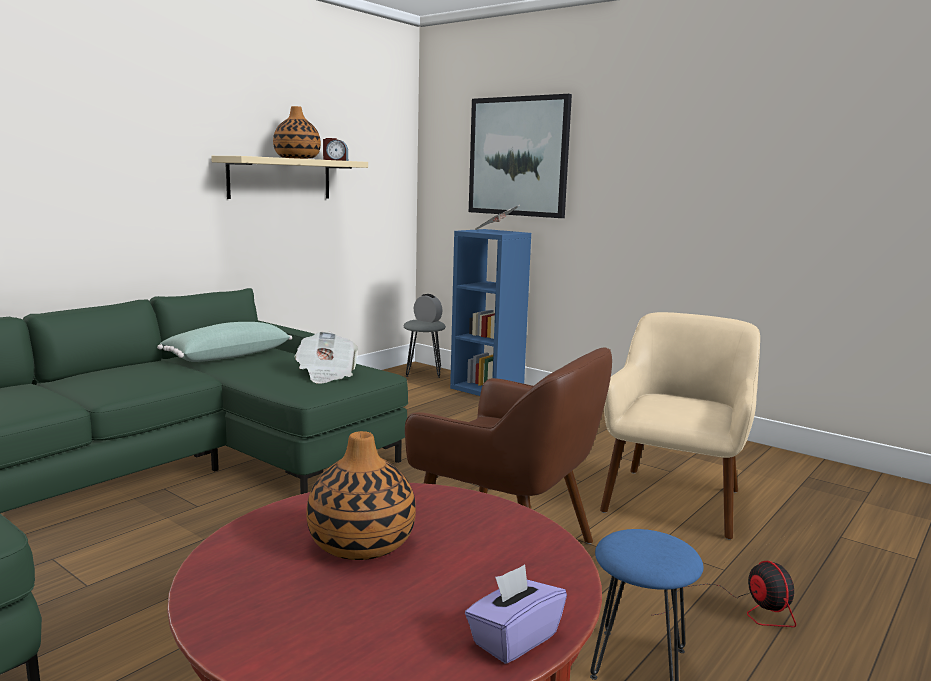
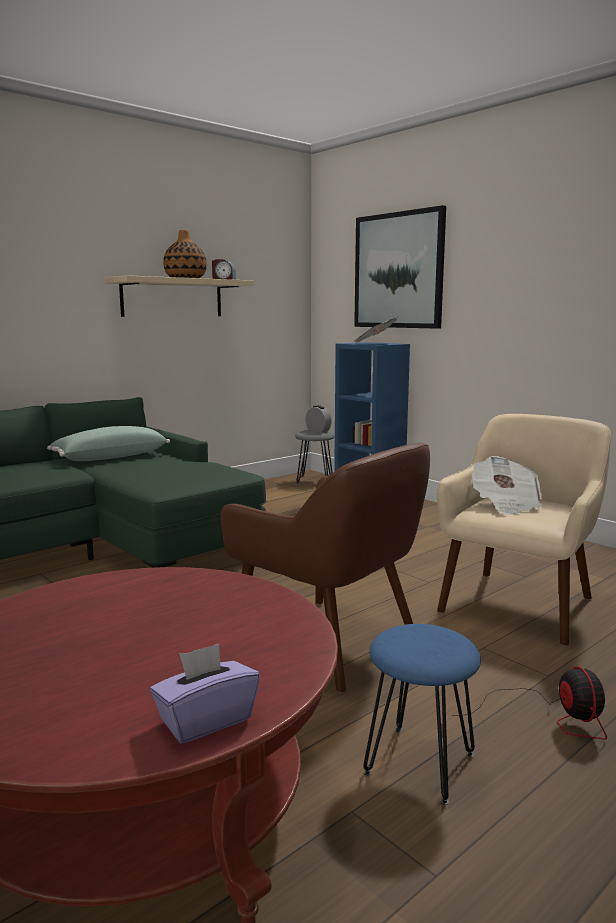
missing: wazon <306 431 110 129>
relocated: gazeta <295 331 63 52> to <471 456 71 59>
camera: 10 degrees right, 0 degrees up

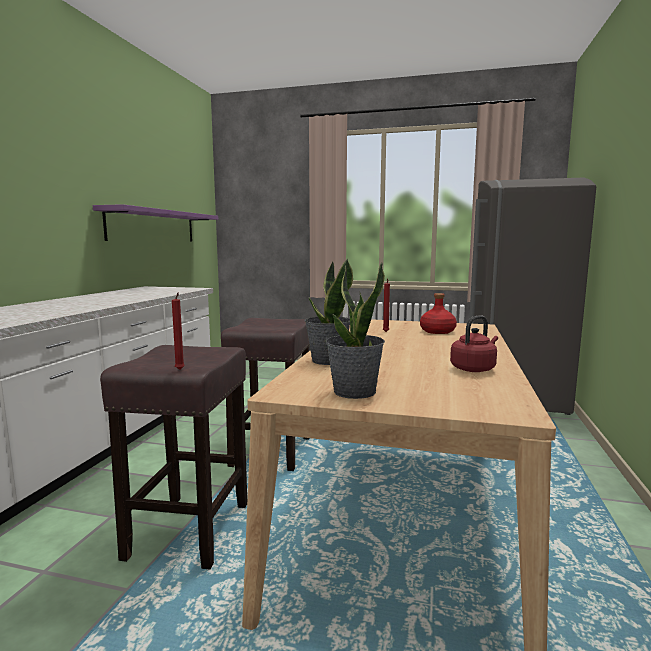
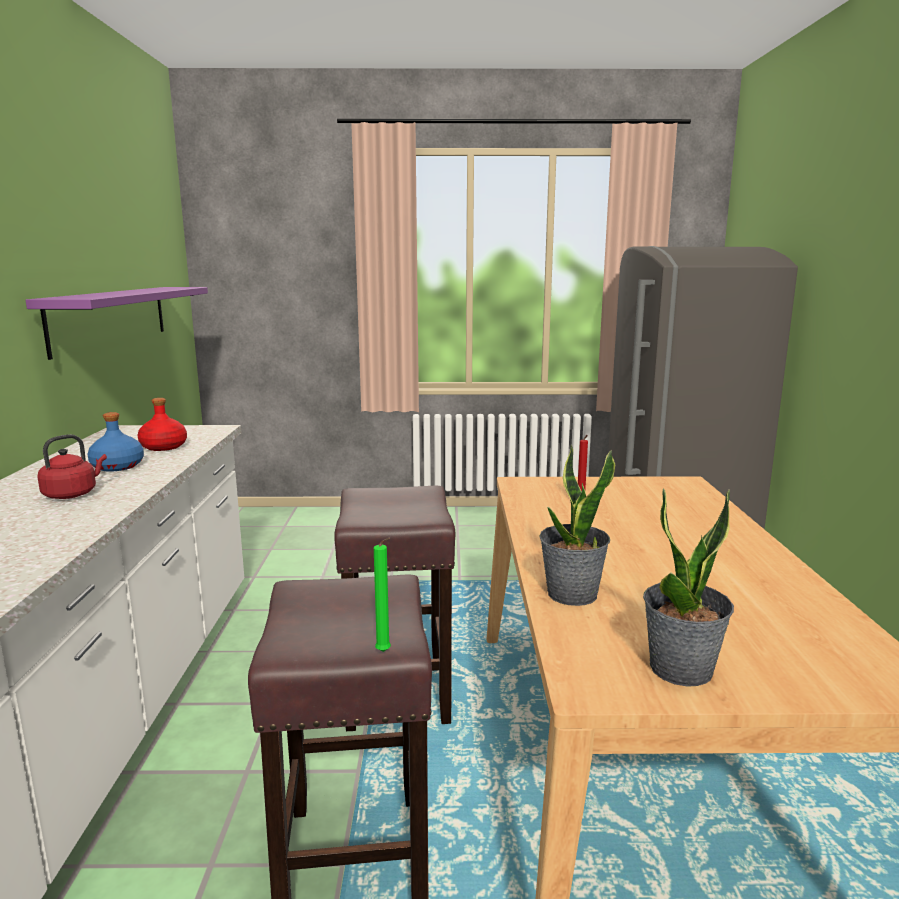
appeared: butelka [niebieski] <87 412 57 60>
relocated: butelka [czerwony] <420 293 37 41> to <137 398 50 53>; czajnik [czerwony] <450 316 48 56> to <37 434 70 65>
colour: świeca [czerwony] <172 293 13 77> to świeca [zielony] <374 538 17 114>
camera: 15 degrees left, 5 degrees up

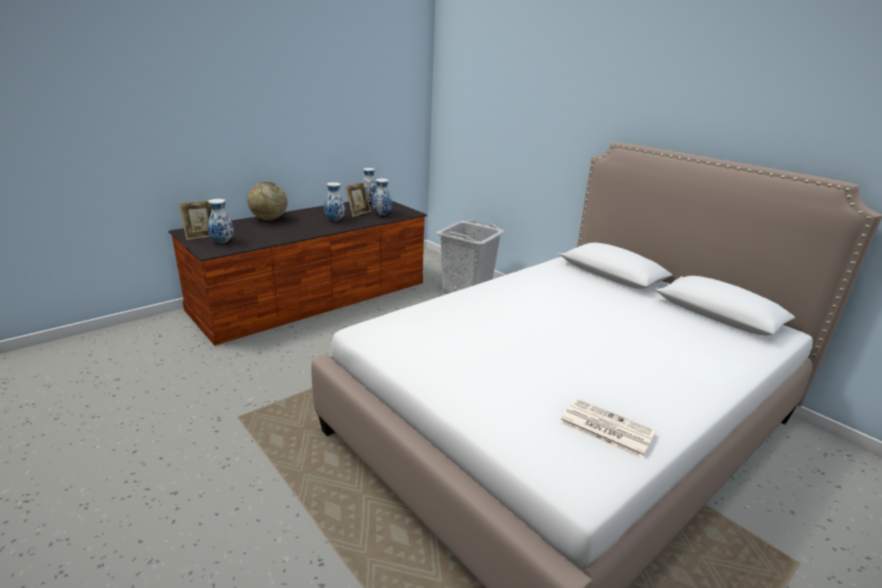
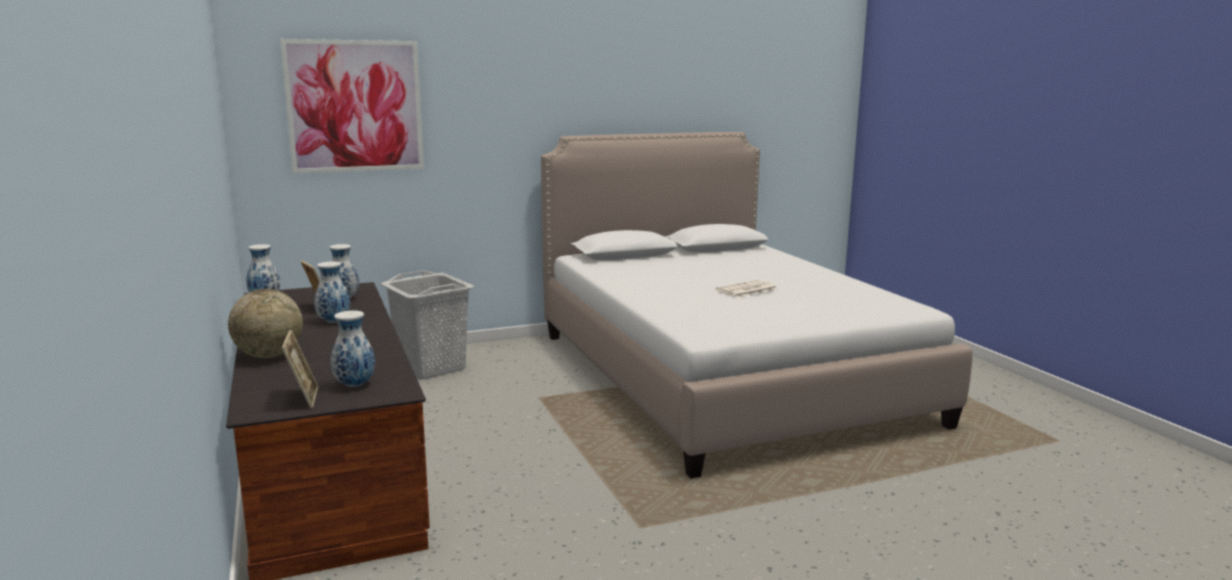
appeared: obraz <280 39 144 135>
relocated: gazeta <559 399 97 60> to <716 280 61 18>
camera: 70 degrees left, 10 degrees down

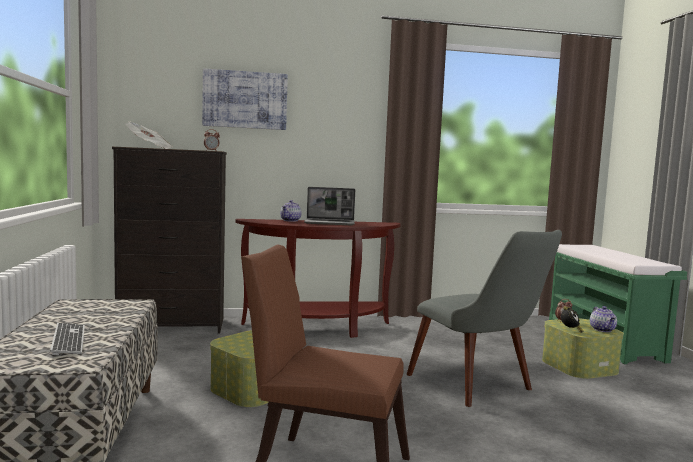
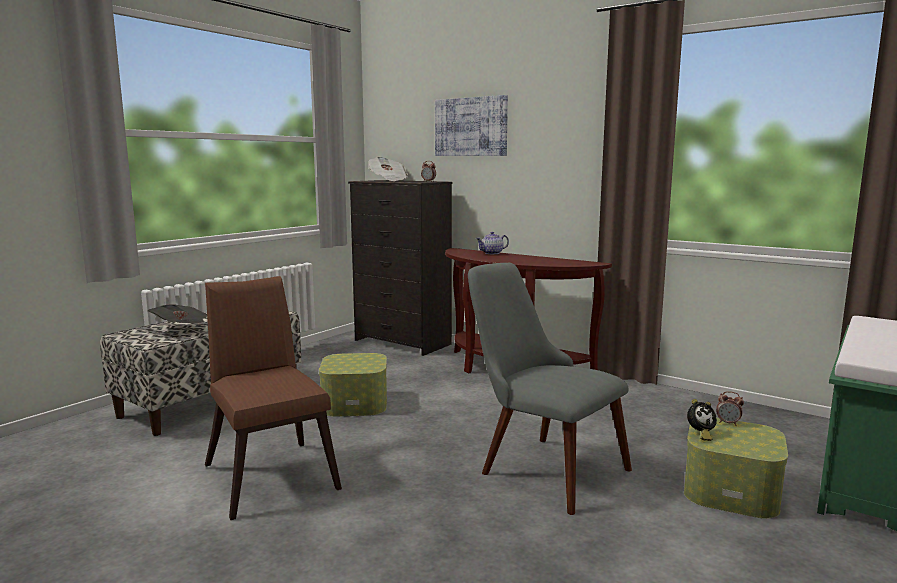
missing: laptop <304 187 51 38>; imbryk <590 306 27 26>
exchanged: klawiatura <50 323 35 32> to gazeta <148 304 59 19>
spun: krzesło [szary] <407 230 155 177> = <468 263 164 252> 120 degrees clockwise
camera: 45 degrees right, 5 degrees up

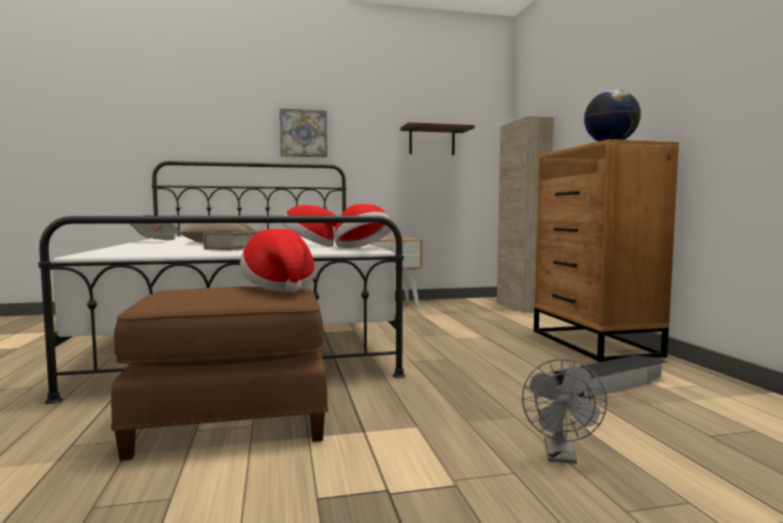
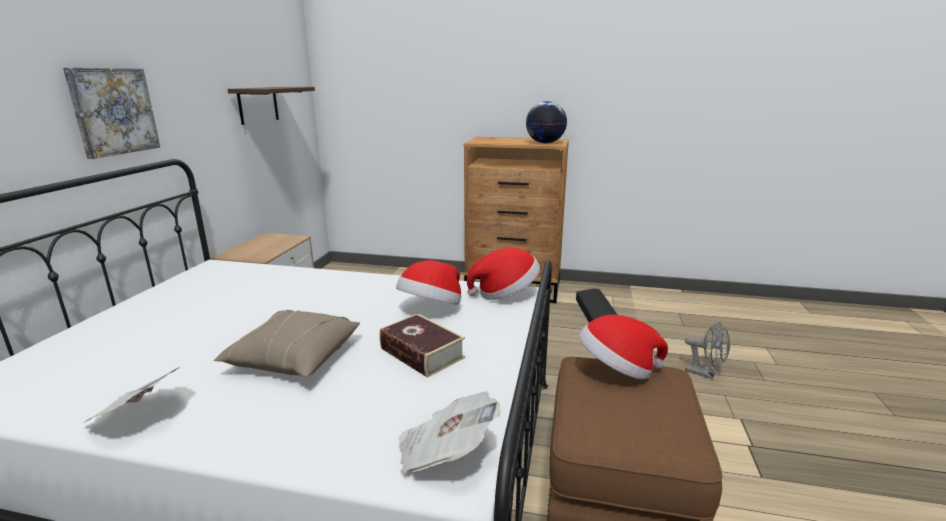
missing: szafka [beżowy] <497 116 57 197>
appeared: gazeta <399 391 102 83>
camera: 65 degrees left, 15 degrees up

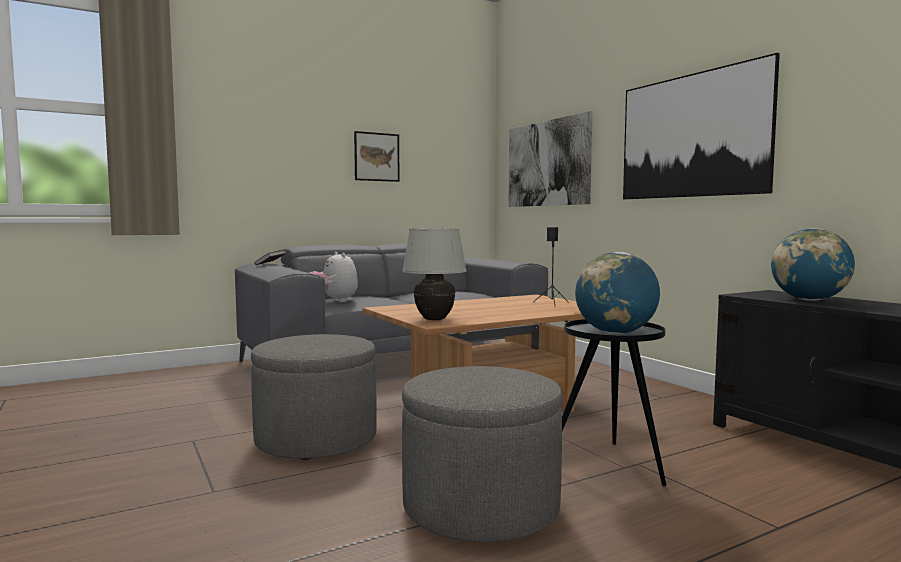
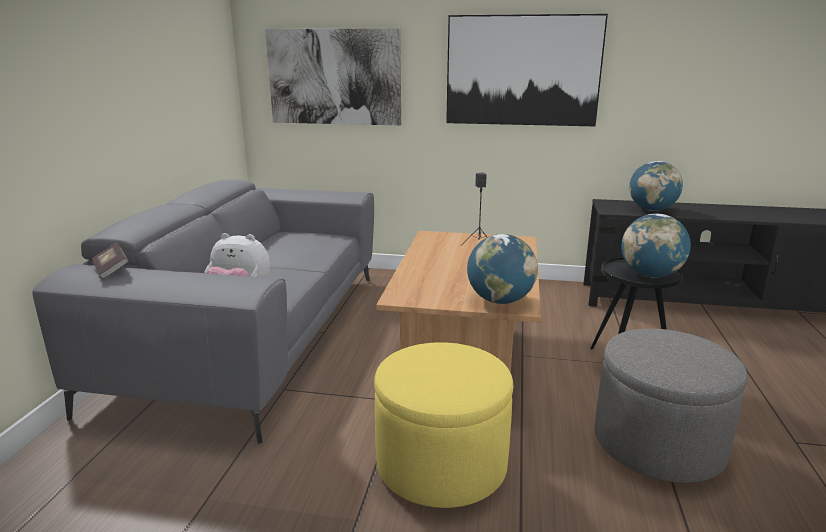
missing: obraz <354 131 46 51>
exchanged: lampa stołowa [biały] <402 228 65 92> to globus <467 234 71 70>
colour: pufa [szary] <251 334 126 126> to pufa [żółty] <374 342 140 166>
camera: 50 degrees left, 15 degrees up

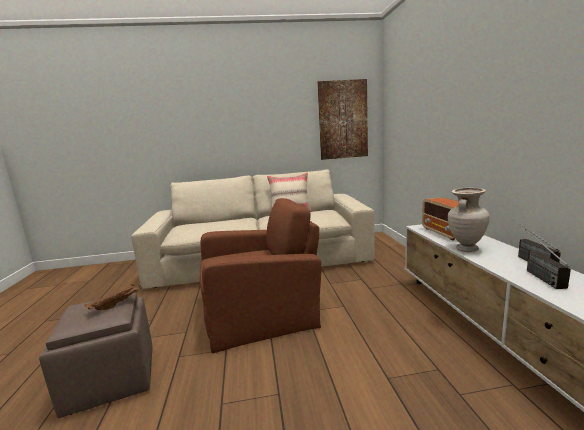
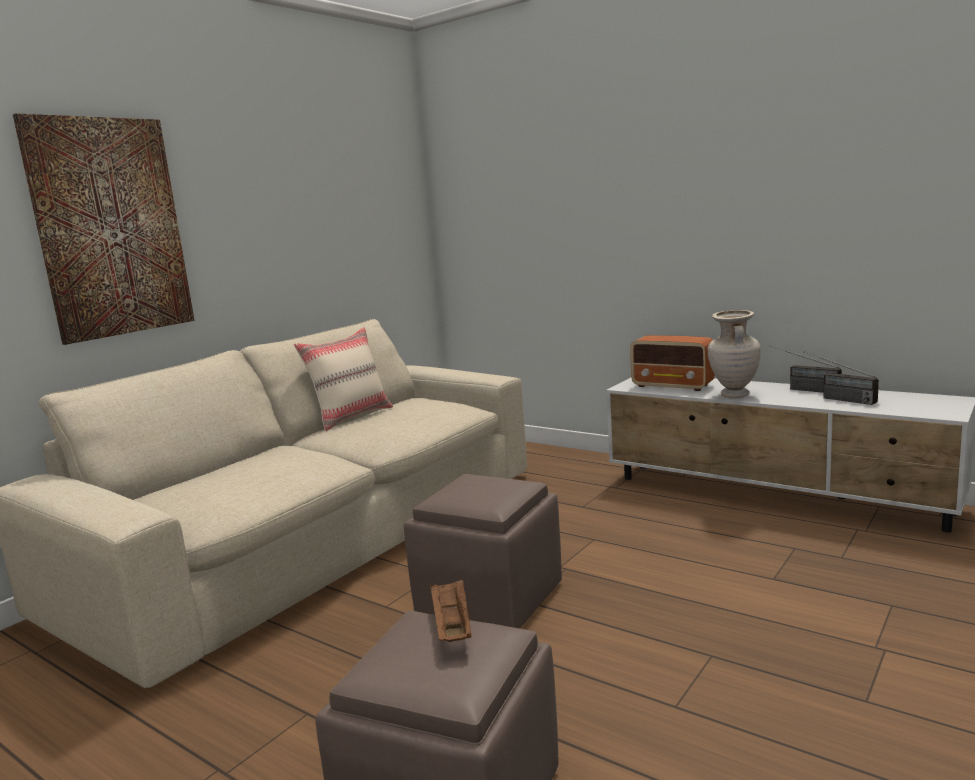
relocated: obraz <317 79 51 81> to <13 113 182 232>
exchanged: fotel [brązowy] <200 198 121 155> to pufa [brązowy] <404 474 158 154>
camera: 45 degrees left, 0 degrees up

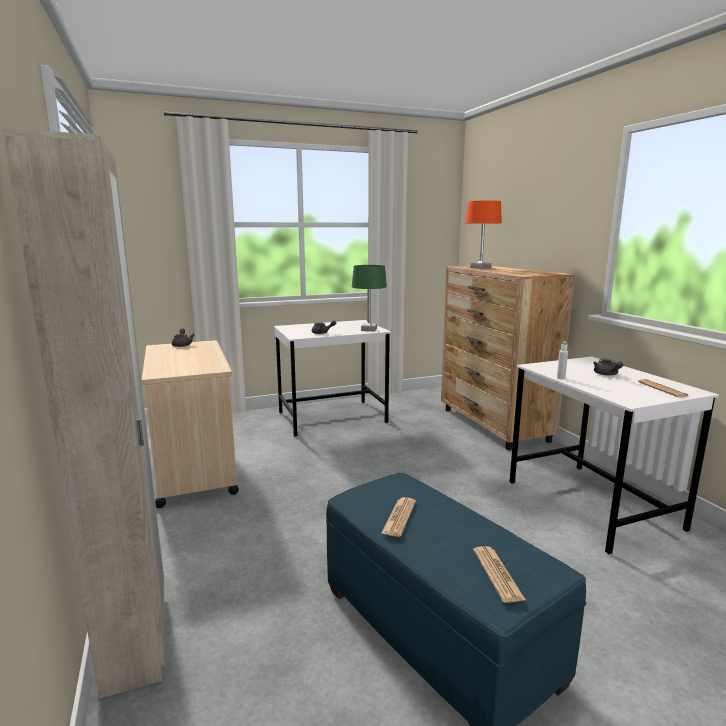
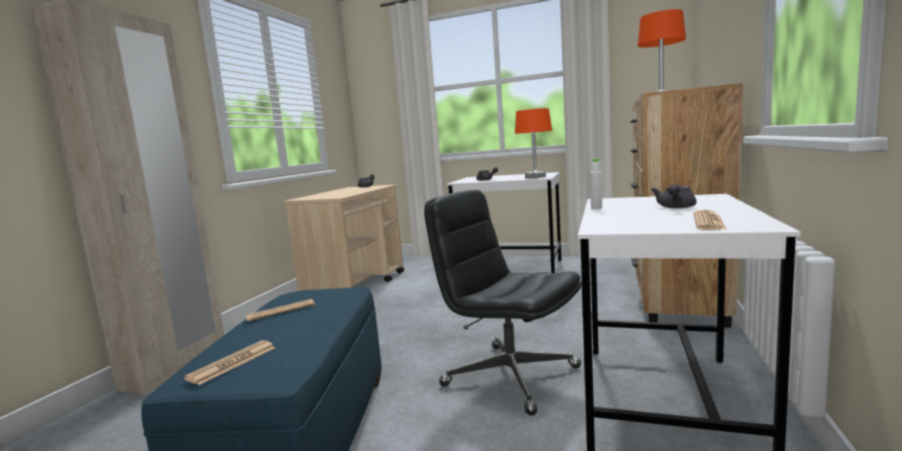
appeared: krzesło biurowe [czarny] <424 190 158 226>
colour: lampa stołowa [zielony] <352 265 35 66> to lampa stołowa [pomarańczowy] <515 108 37 70>
camera: 40 degrees right, 5 degrees down

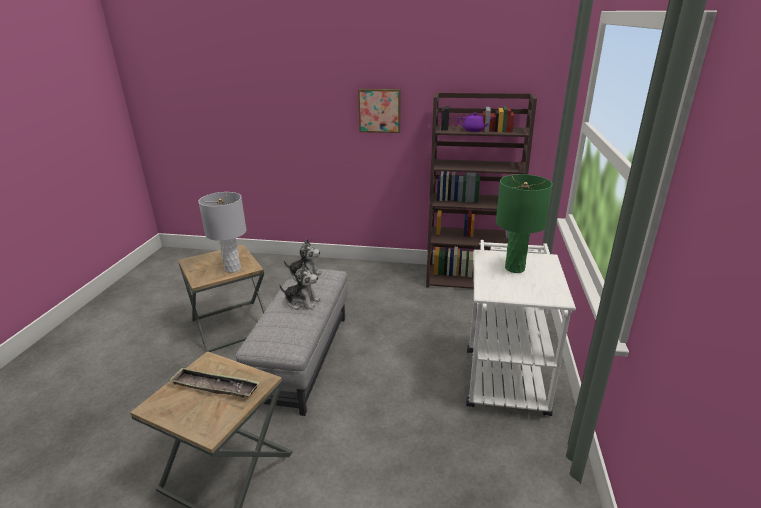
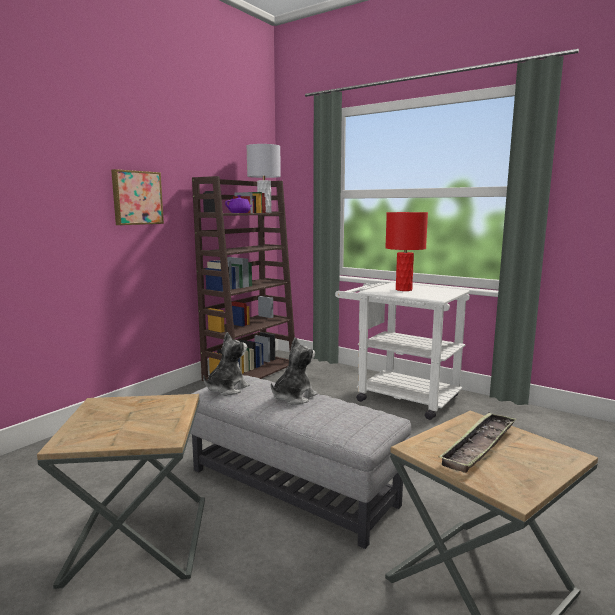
relocated: lampa stołowa [szary] <198 192 49 81> to <247 144 34 69>
colour: lampa stołowa [zielony] <496 174 57 99> to lampa stołowa [czerwony] <385 212 43 79>
camera: 65 degrees left, 15 degrees down

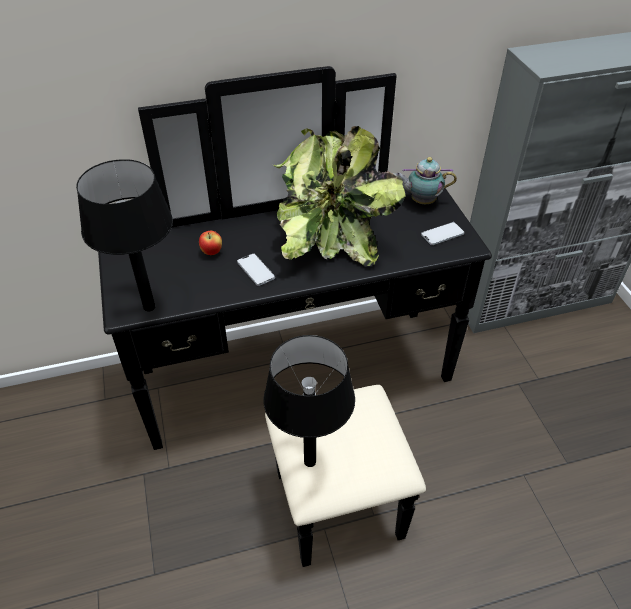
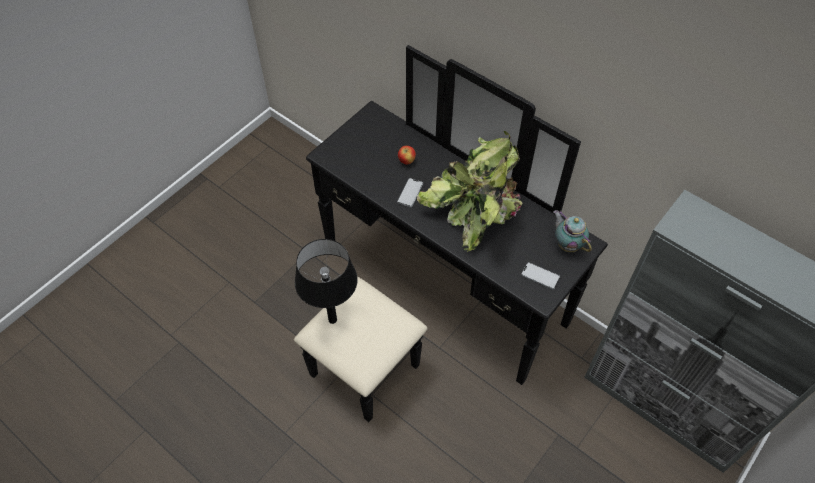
missing: lampa stołowa [czarny] <76 159 97 153>
camera: 55 degrees right, 10 degrees up

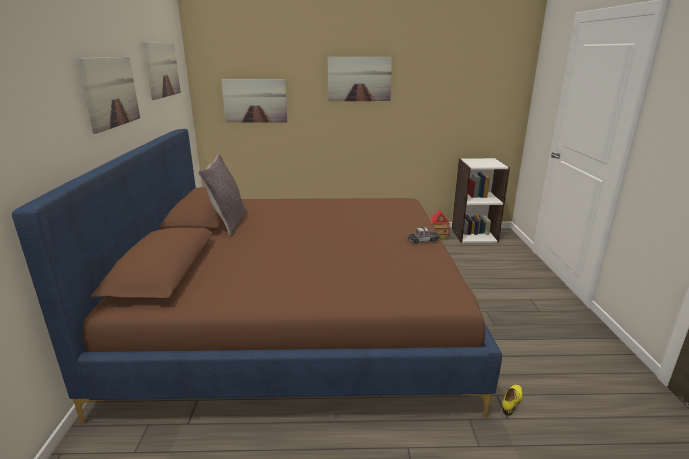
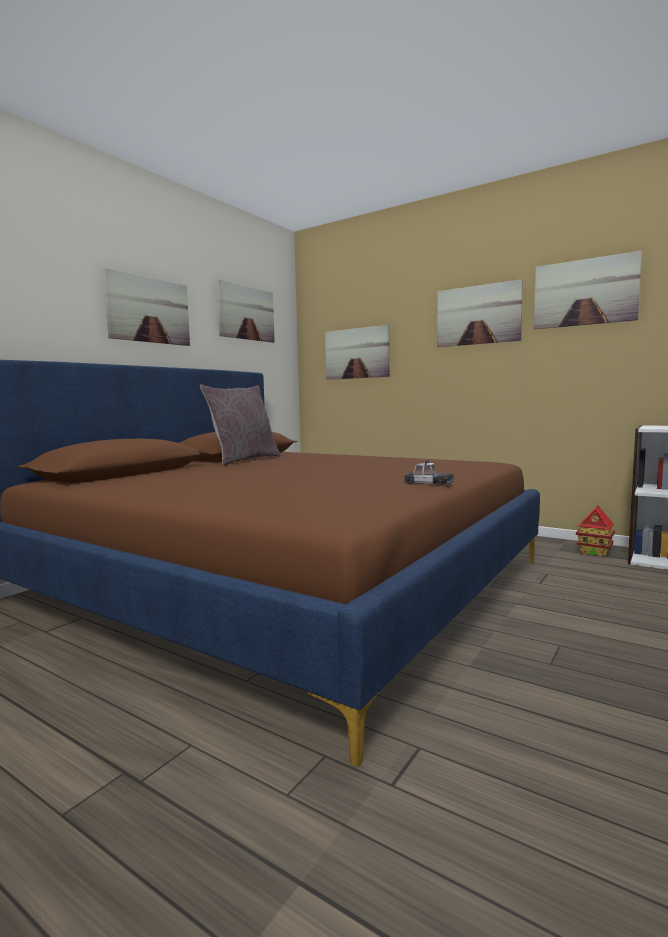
missing: but [żółty] <502 385 20 31>
appeared: obraz <534 251 108 78>
camera: 35 degrees right, 15 degrees down

